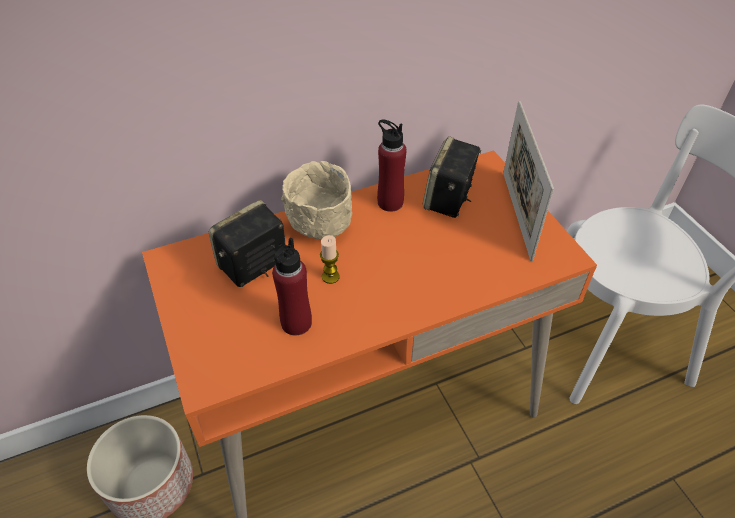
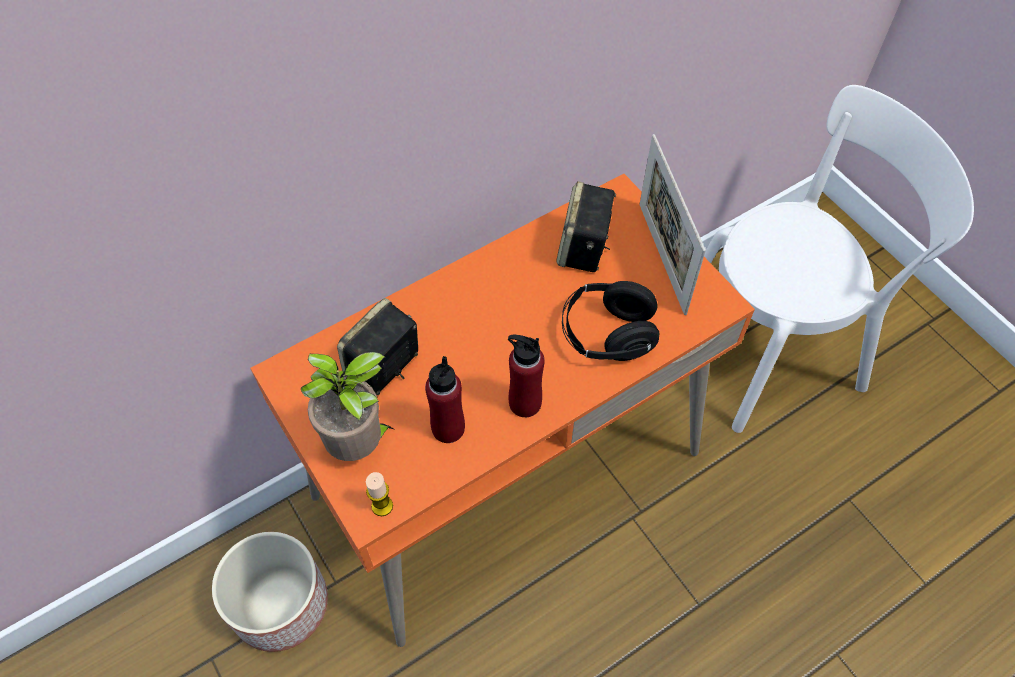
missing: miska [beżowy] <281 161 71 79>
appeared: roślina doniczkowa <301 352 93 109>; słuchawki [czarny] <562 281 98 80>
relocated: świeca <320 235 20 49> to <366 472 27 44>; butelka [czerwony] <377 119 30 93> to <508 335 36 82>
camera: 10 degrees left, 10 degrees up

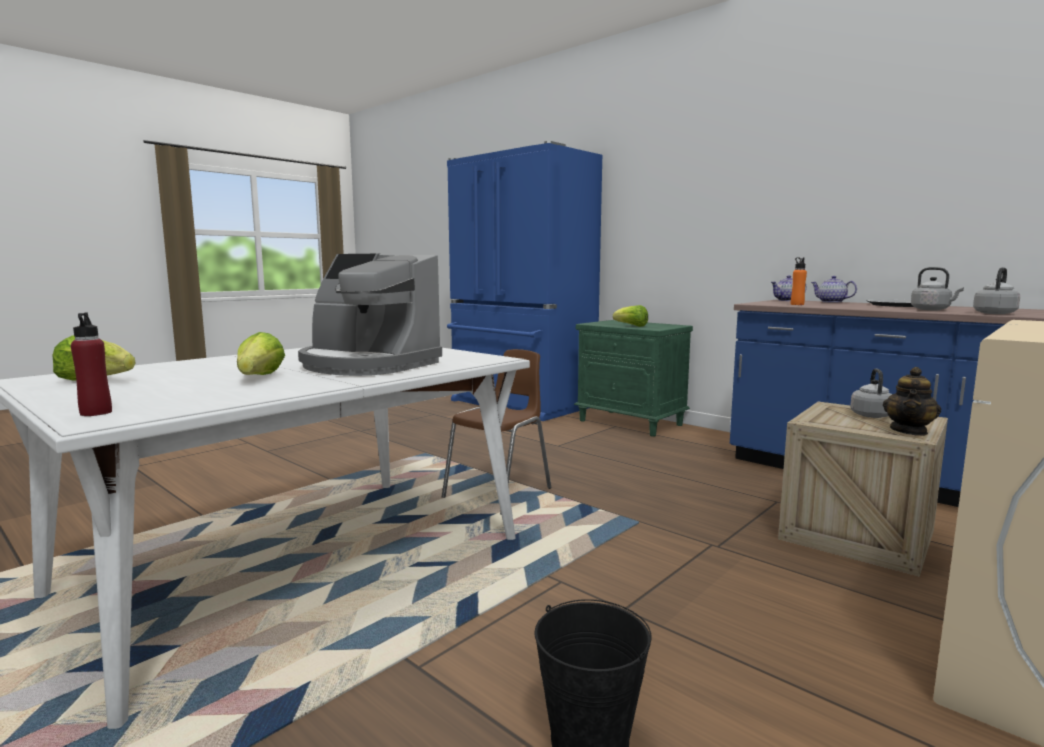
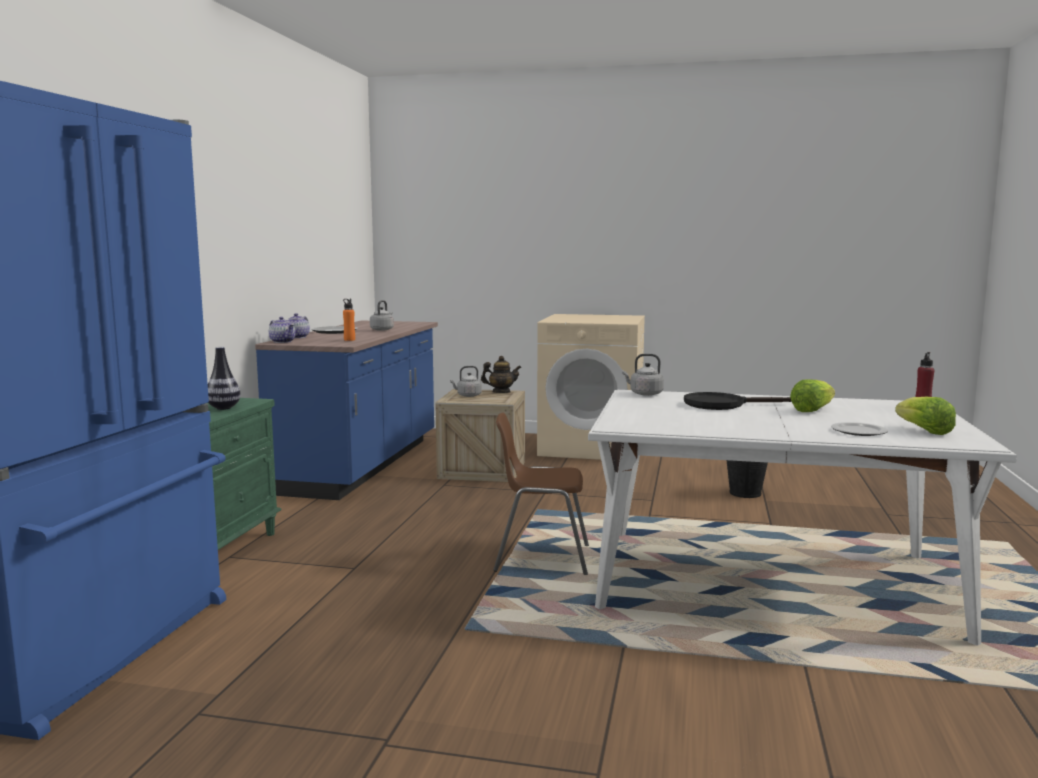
appeared: talerz <831 422 57 14>
relocated: czajnik [szary] <973 267 47 47> to <622 354 42 42>
exchanged: ekspres do kawy <298 254 144 122> to patelnia [czarny] <684 392 108 18>; sałata <613 305 35 22> to wazon <208 347 33 63>
camera: 120 degrees left, 0 degrees up

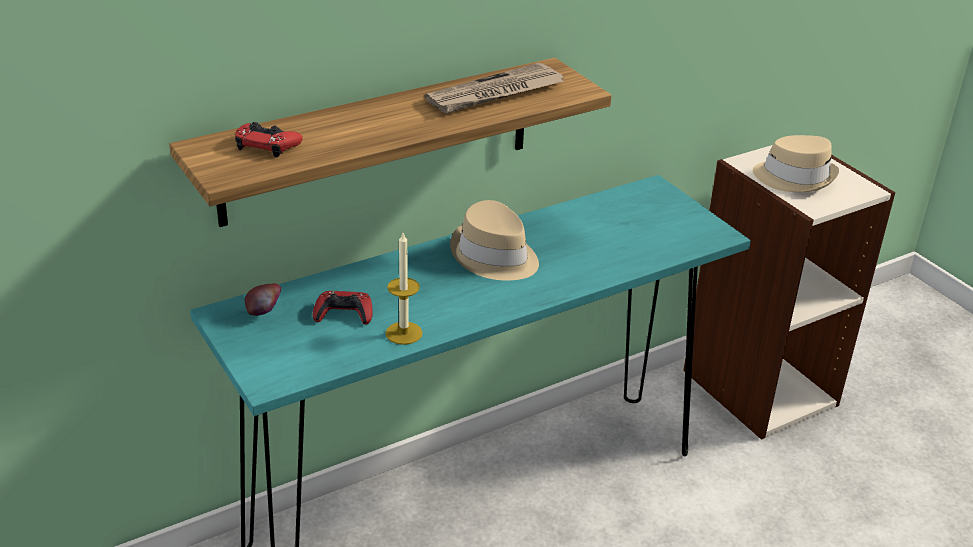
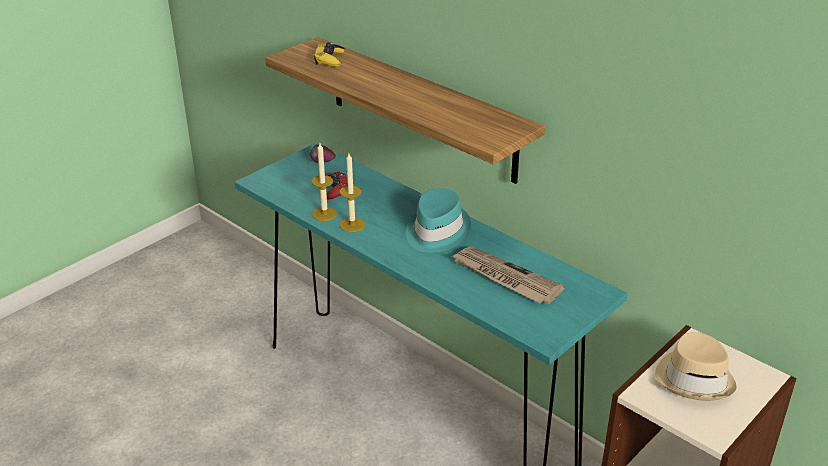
appeared: świeca <340 153 25 79>
relocated: gazeta <425 62 139 52> to <450 246 115 58>
colour: pad do gier [czerwony] <235 122 68 36> to pad do gier [żółty] <314 42 31 25>; kapelusz [beżowy] <450 200 89 81> to kapelusz [turkusowy] <406 188 65 65>
camera: 75 degrees right, 0 degrees up

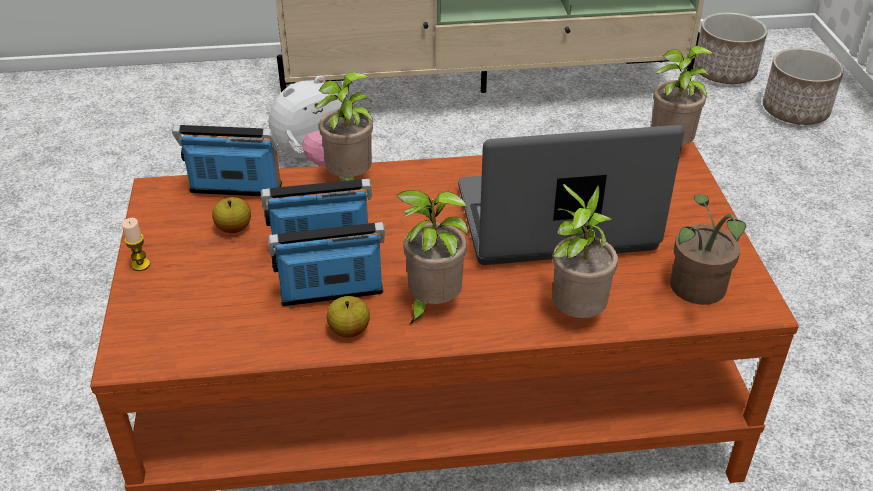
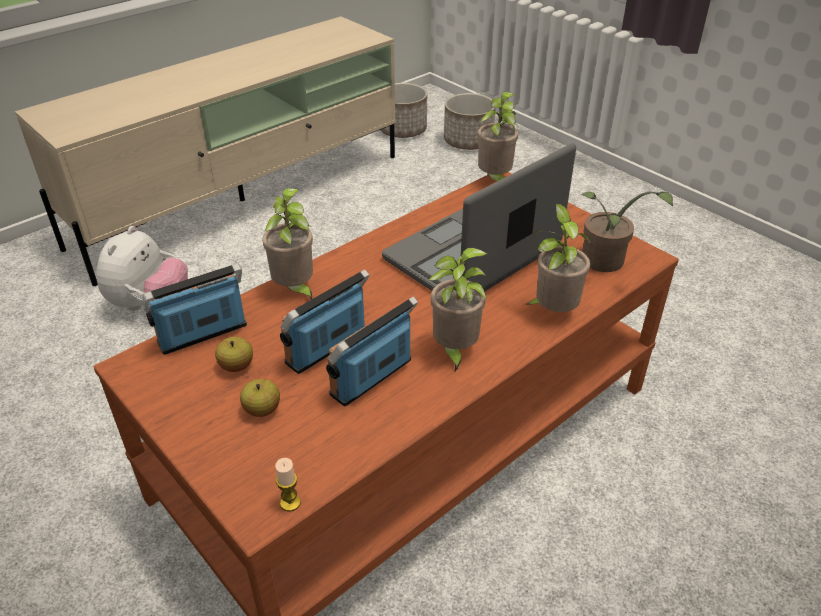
relocated: świeca <122 218 28 53> to <275 458 26 53>; jabłko <326 296 44 41> to <240 379 40 38>
camera: 35 degrees left, 0 degrees up

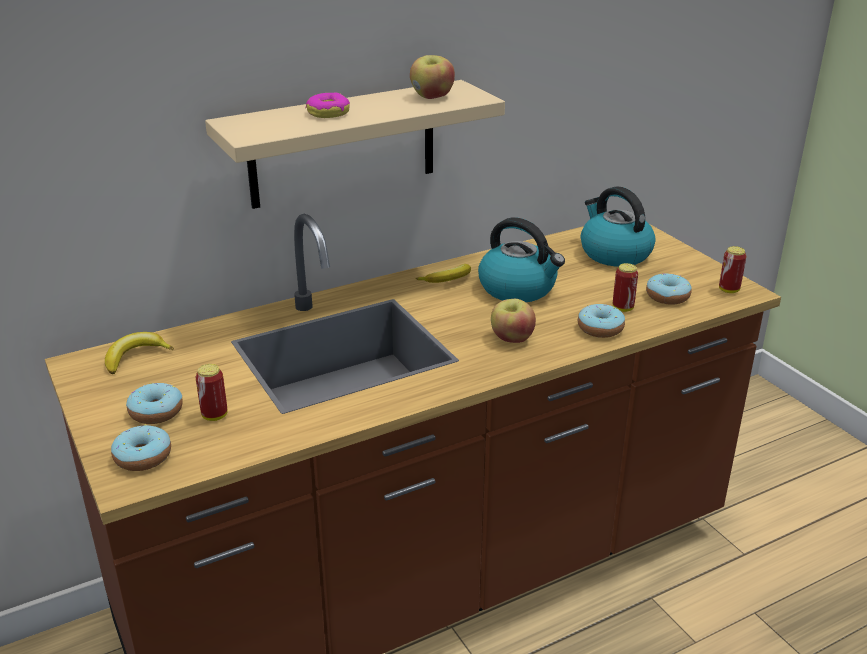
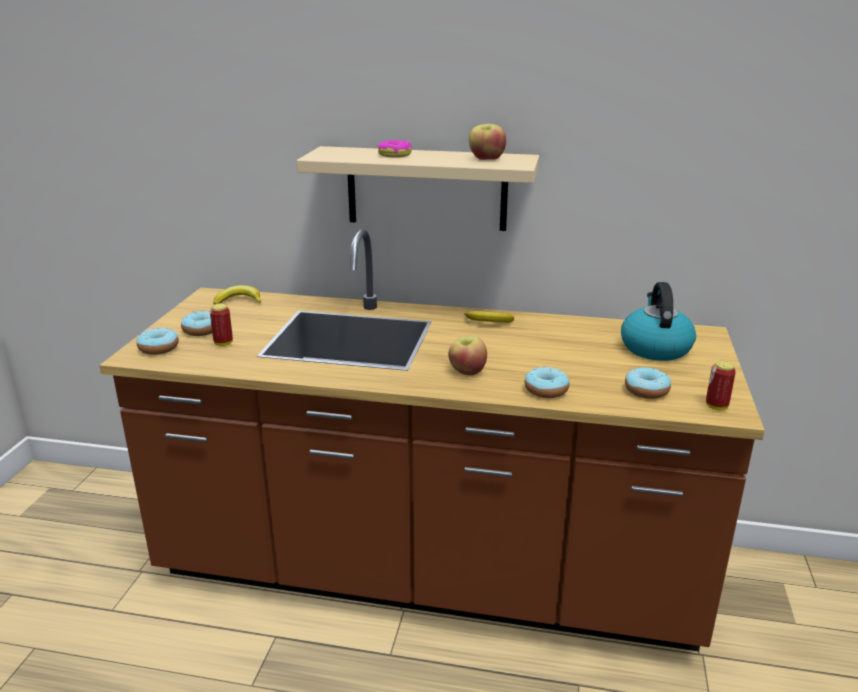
missing: czajnik <478 217 87 85>; puszka <613 263 25 49>
camera: 40 degrees right, 5 degrees down

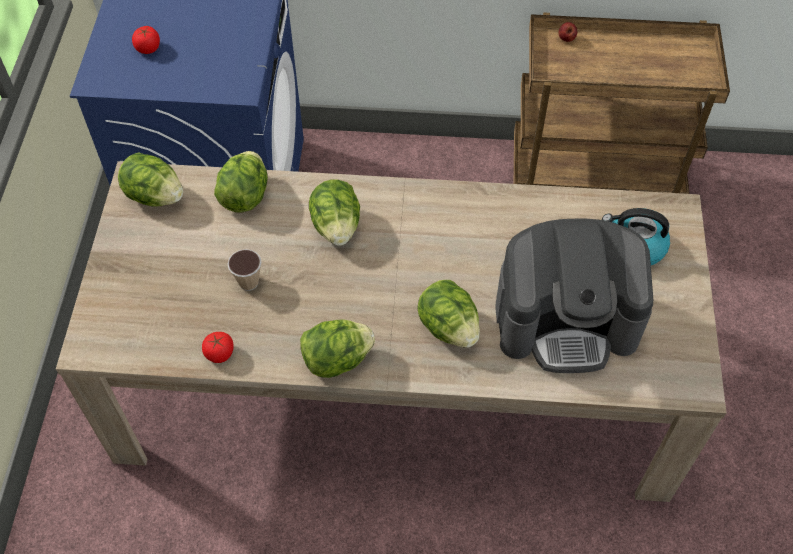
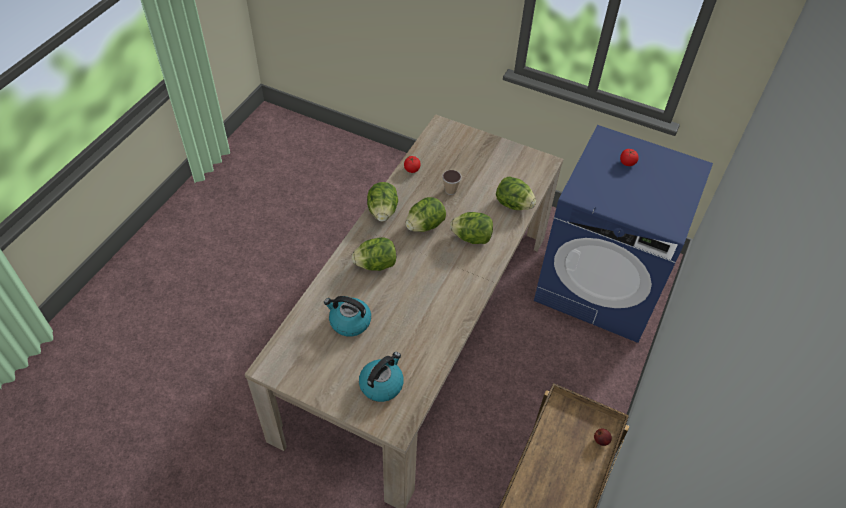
relocated: sałata <118 152 65 55> to <406 197 40 35>
exchanged: ekspres do kawy <495 218 158 155> to czajnik <324 296 47 41>
camera: 110 degrees right, 5 degrees down

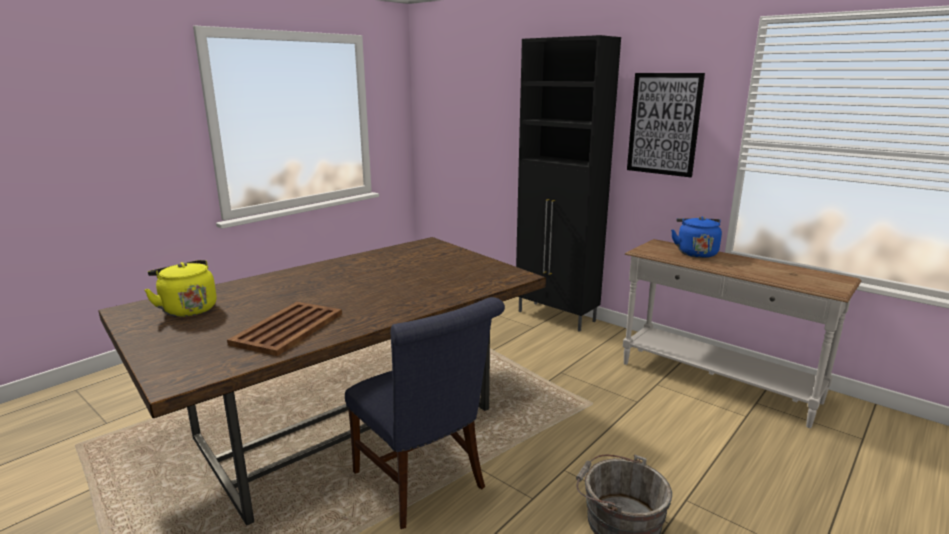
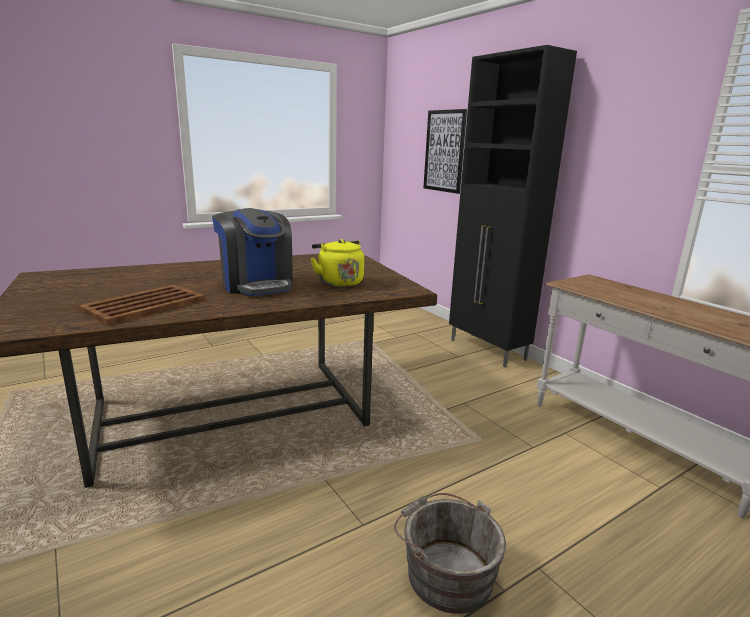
missing: krzesło [niebieski] <345 297 160 232>; czajnik [niebieski] <671 216 51 42>
appeared: ekspres do kawy <212 208 81 88>
relocated: czajnik [żółty] <145 260 72 57> to <311 239 53 48>; obraz <627 73 78 104> to <423 109 44 85>
camera: 15 degrees right, 0 degrees up

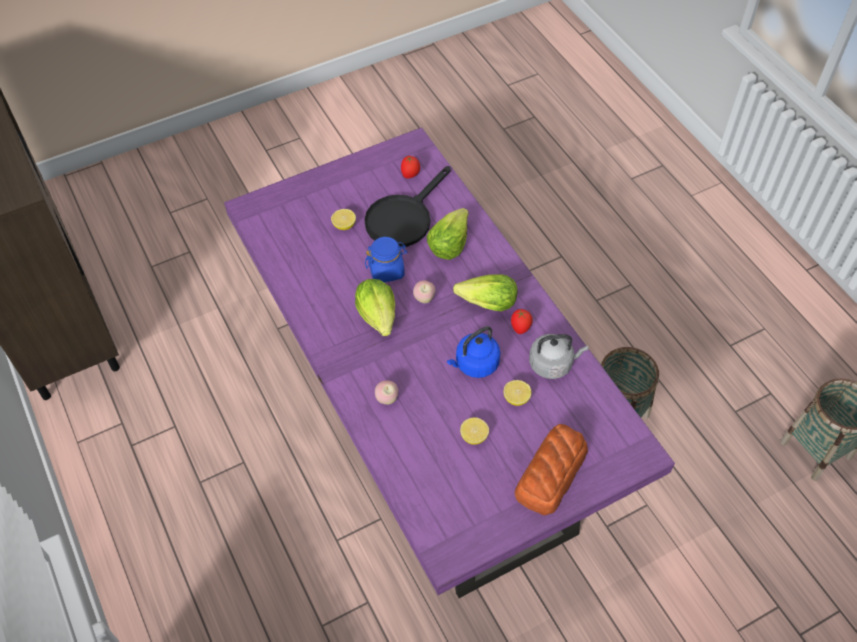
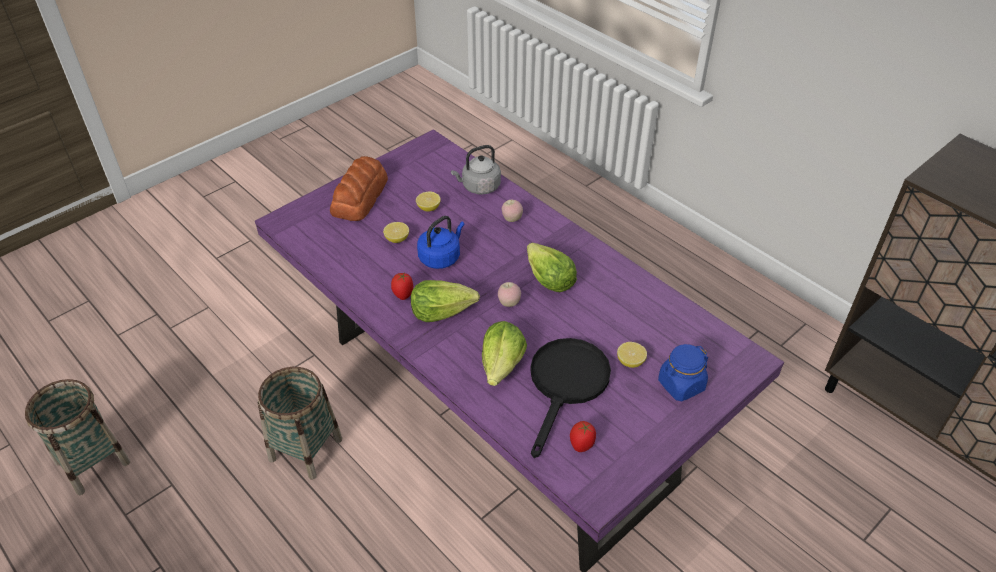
relocated: słoik [niebieski] <365 237 42 45> to <658 344 50 57>; czajnik [szary] <529 334 60 45> to <451 145 50 50>
camera: 165 degrees right, 10 degrees down

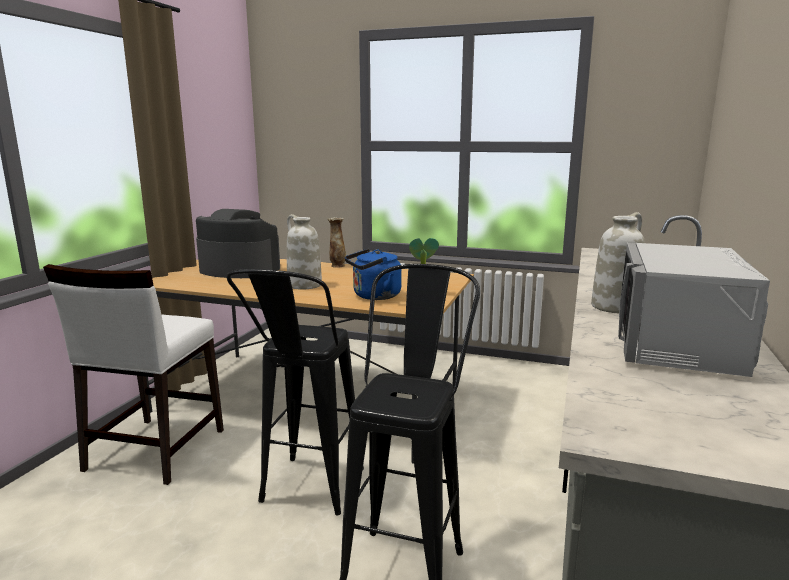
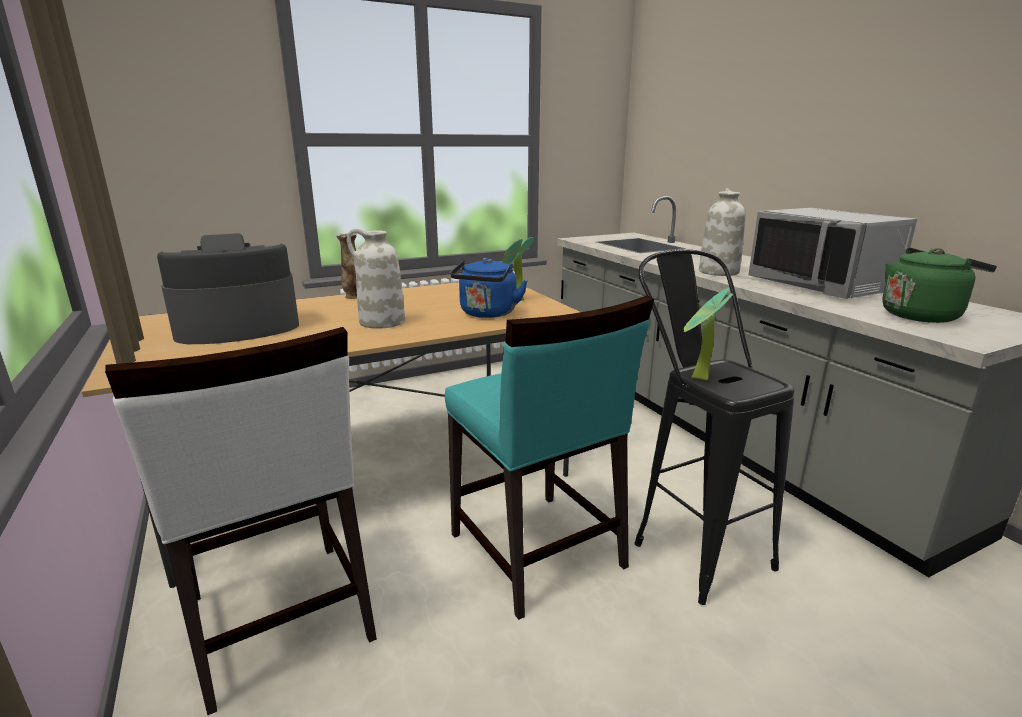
appeared: roślina doniczkowa <684 288 49 92>; czajnik [zielony] <882 248 115 75>
exchanged: stołek [czarny] <227 269 137 246> to krzesło [turkusowy] <445 296 209 324>
camera: 45 degrees left, 5 degrees up

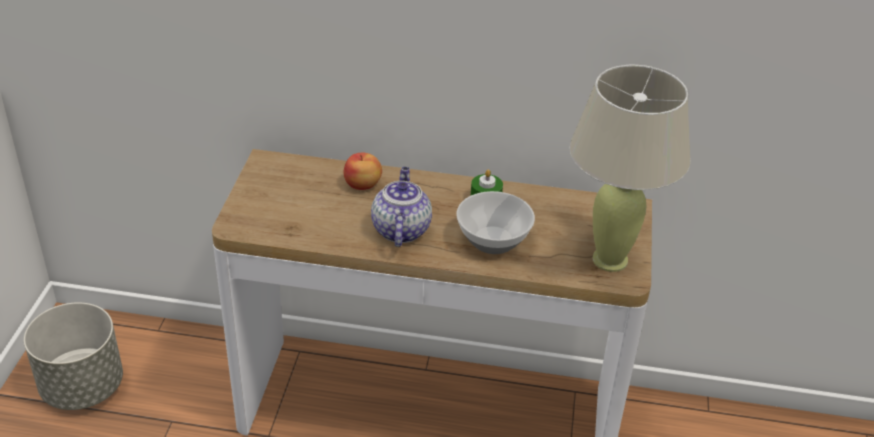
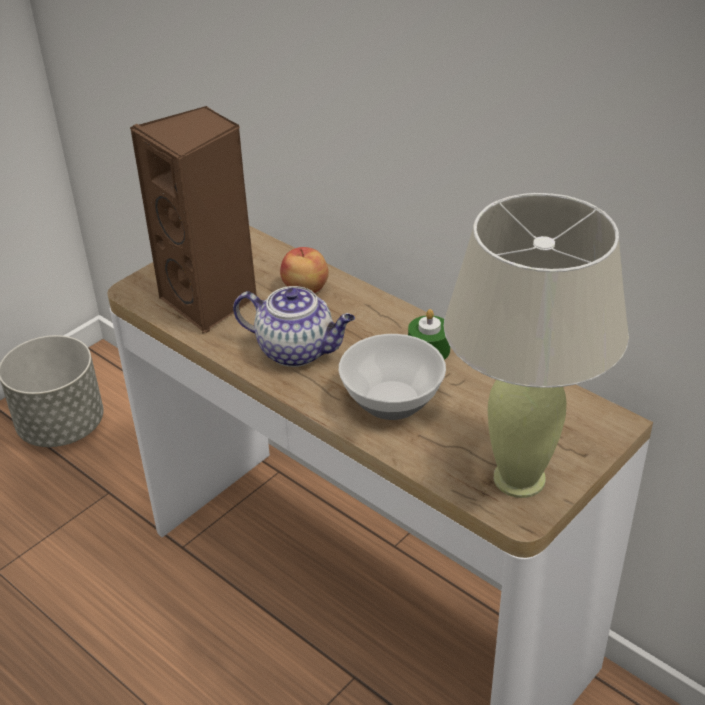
appeared: głośnik [brązowy] <130 106 127 228>
spun: imbryk <371 167 61 80> = <233 286 122 81> 75 degrees clockwise
camera: 35 degrees right, 0 degrees up

